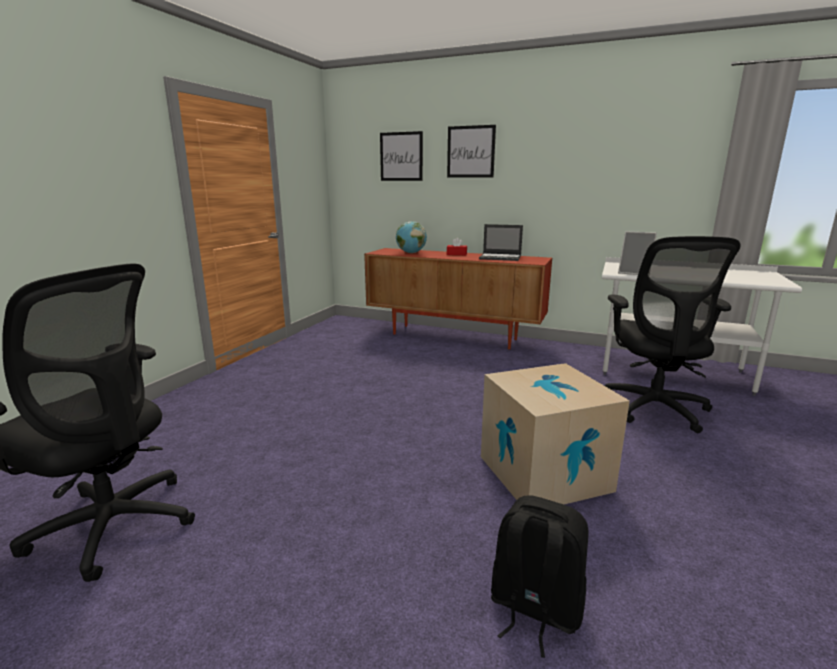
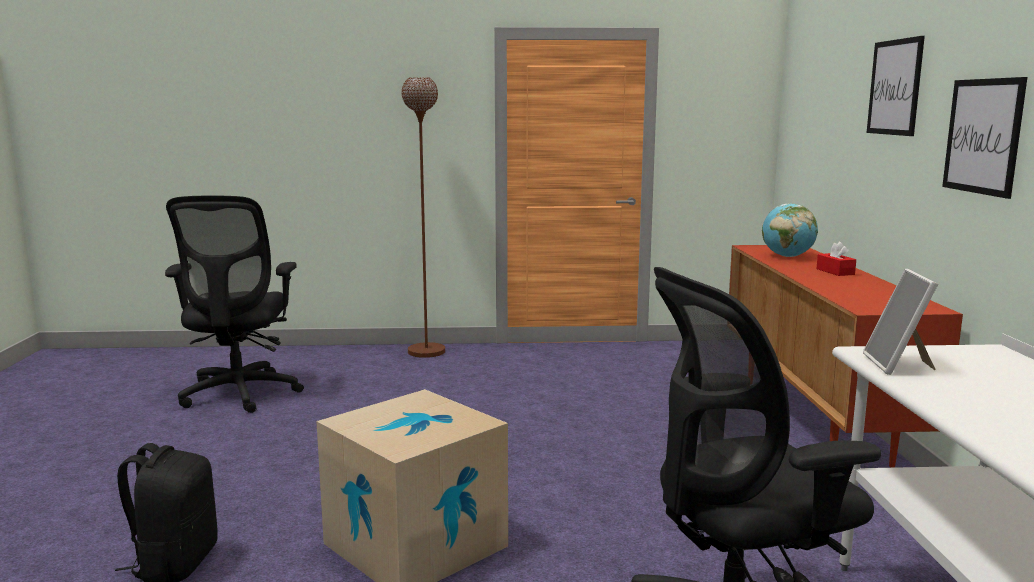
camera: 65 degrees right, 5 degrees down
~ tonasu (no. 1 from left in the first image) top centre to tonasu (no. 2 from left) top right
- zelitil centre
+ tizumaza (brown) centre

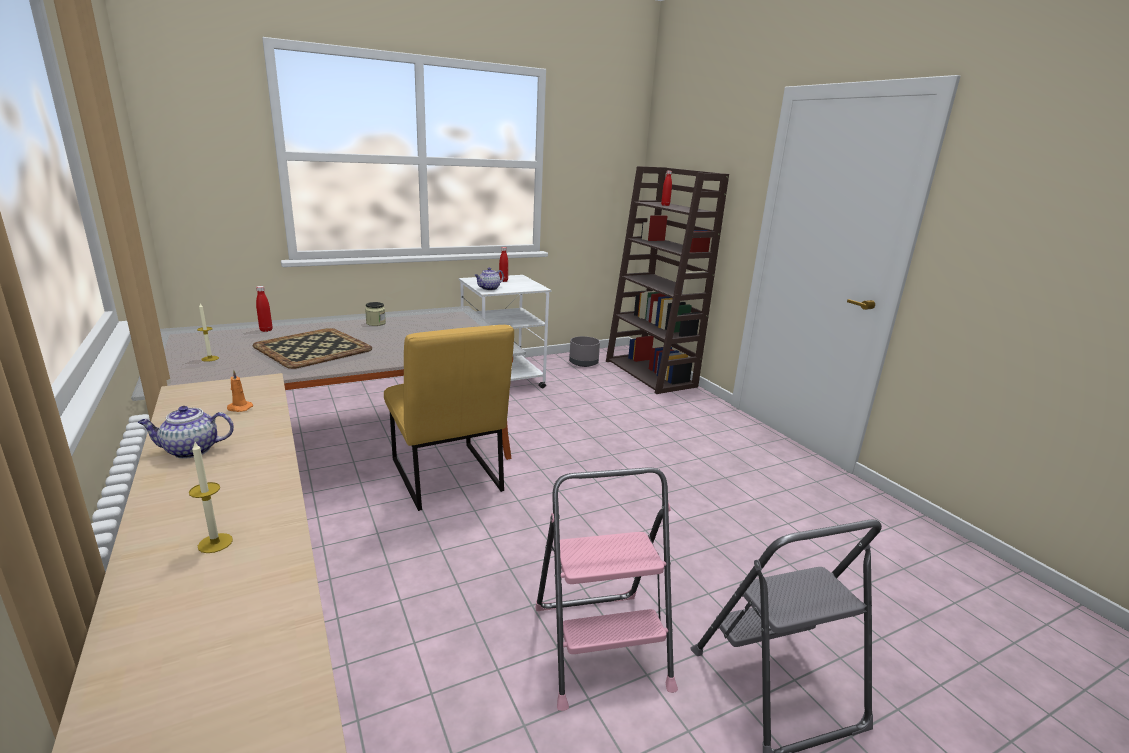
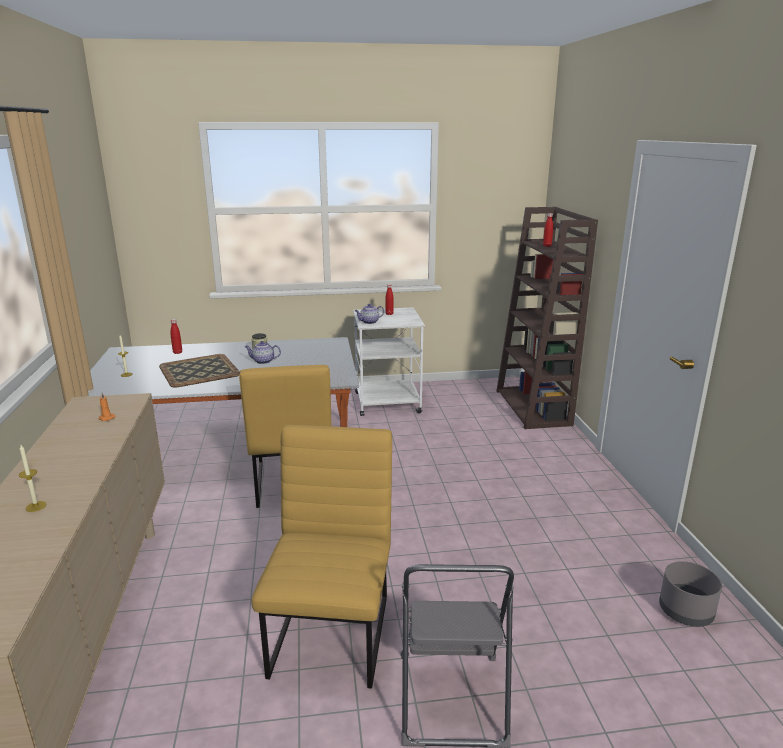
camera: 20 degrees right, 0 degrees up
~ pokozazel (no. 1 from left) middle left to centre
~ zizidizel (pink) bottom centre to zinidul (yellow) (no. 2 from left) bottom centre
~ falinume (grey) centre to bottom right

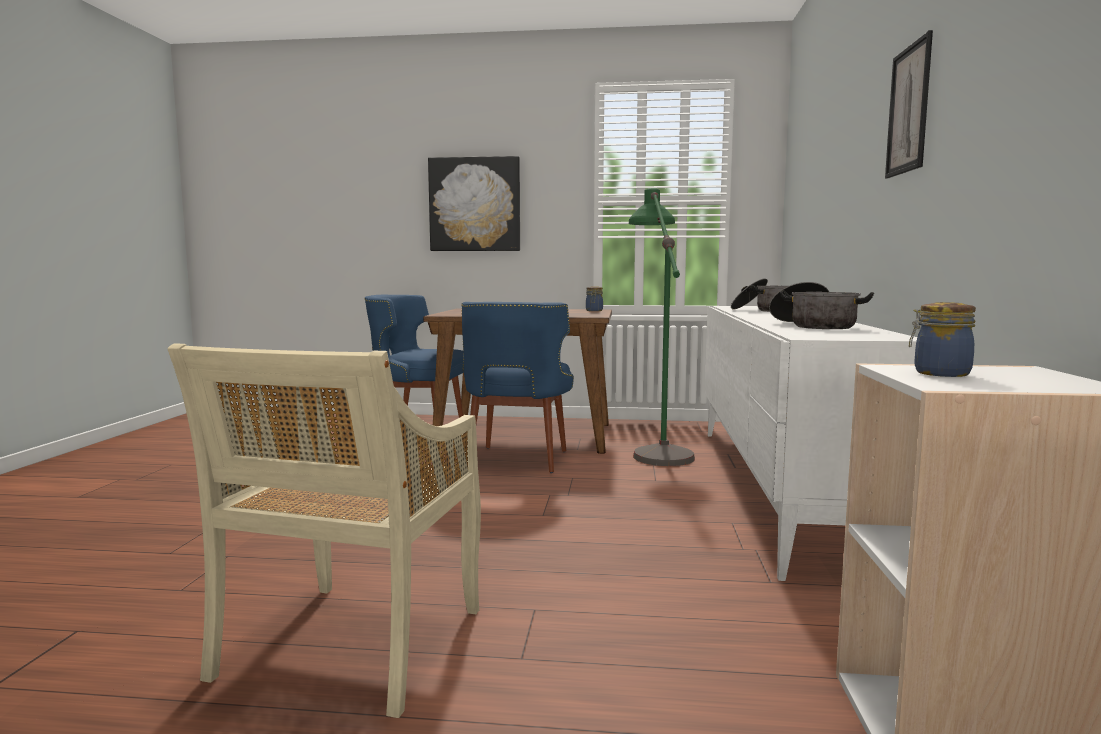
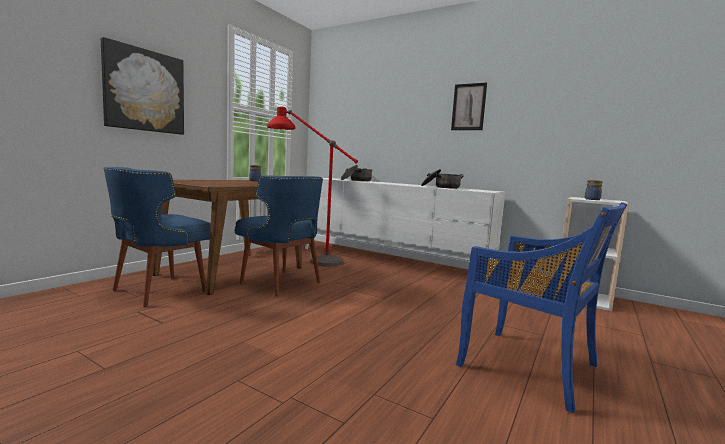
camera: 65 degrees left, 0 degrees up
~ zinidul (beige) bottom left to zinidul (blue) (no. 3 from left) bottom right
~ tizumaza (green) centre to tizumaza (red) centre

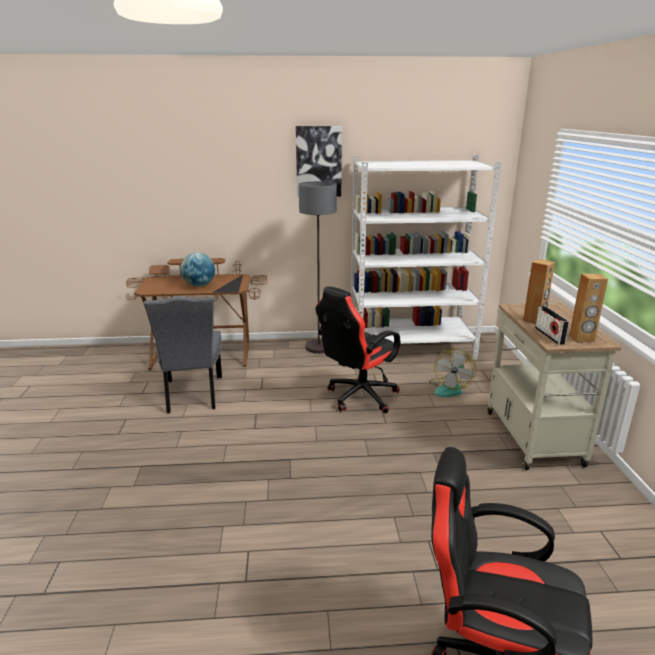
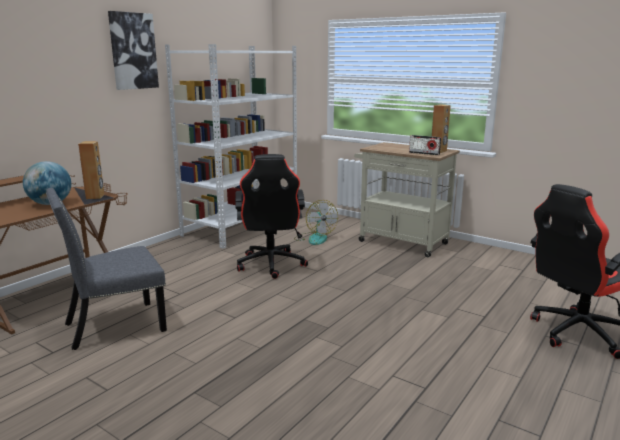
camera: 50 degrees left, 5 degrees down
~ zinidul (grey) middle left = middle left 120 degrees clockwise
- tizumaza (grey) centre
~ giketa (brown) (no. 1 from left) middle right to middle left

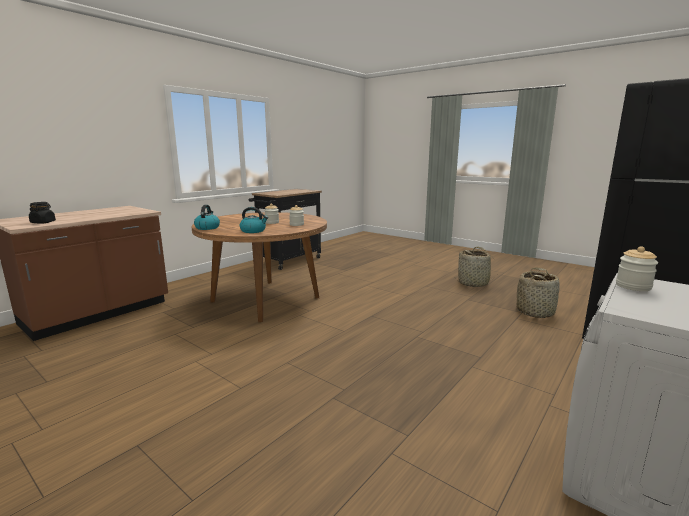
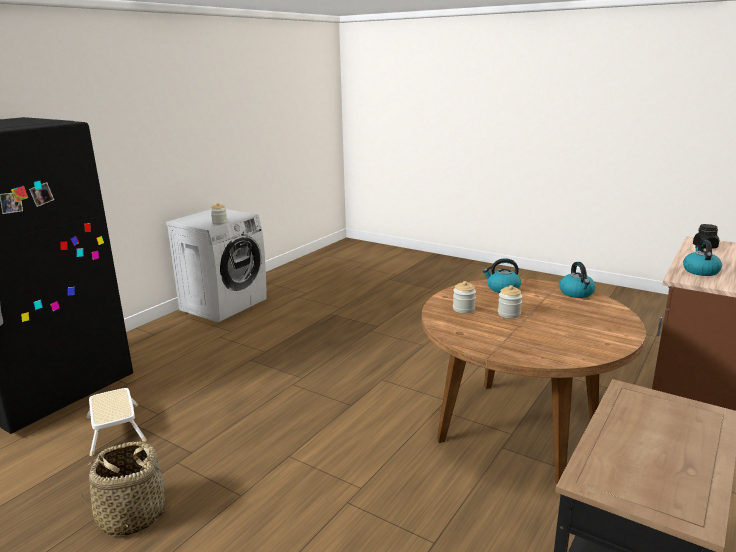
camera: 175 degrees right, 5 degrees up
~ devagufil (no. 2 from left) middle right to zizidizel (beige) bottom left
+ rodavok (no. 3 from left) middle right

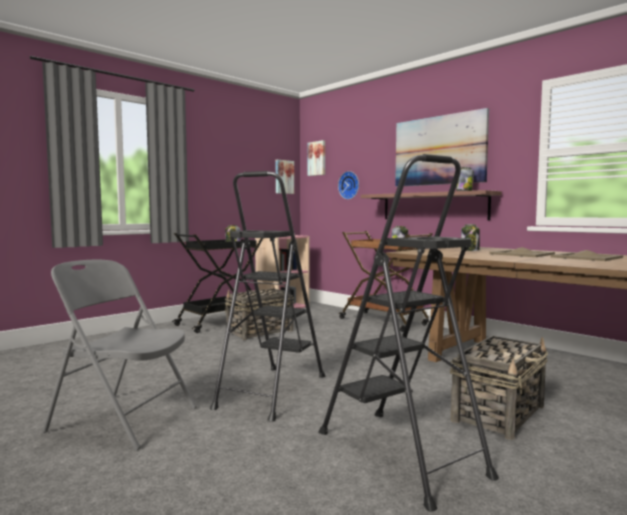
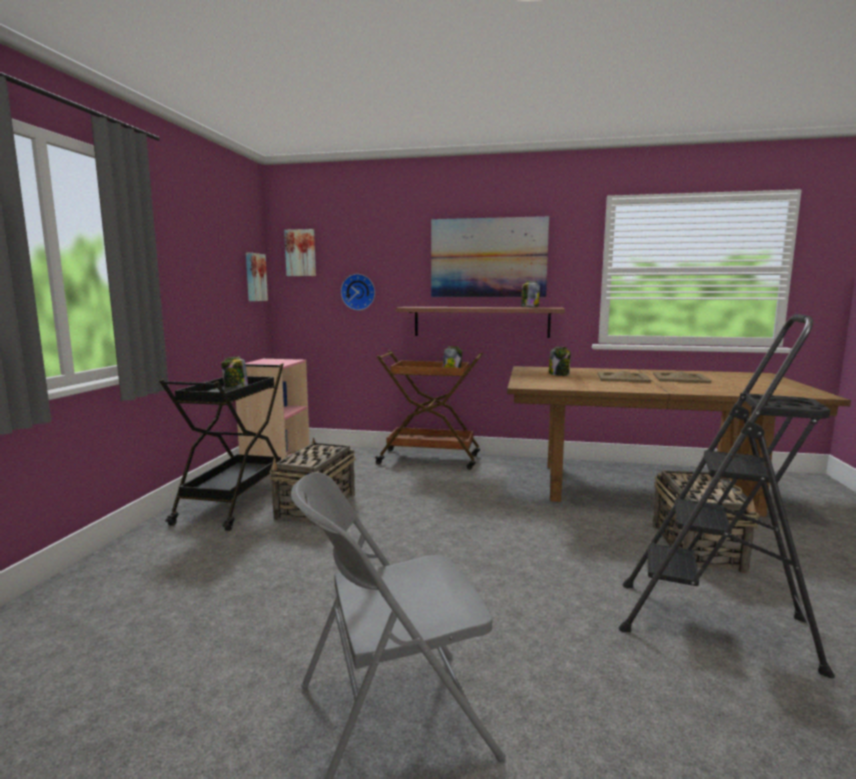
camera: 35 degrees left, 5 degrees up
- zizidizel (no. 1 from left) centre

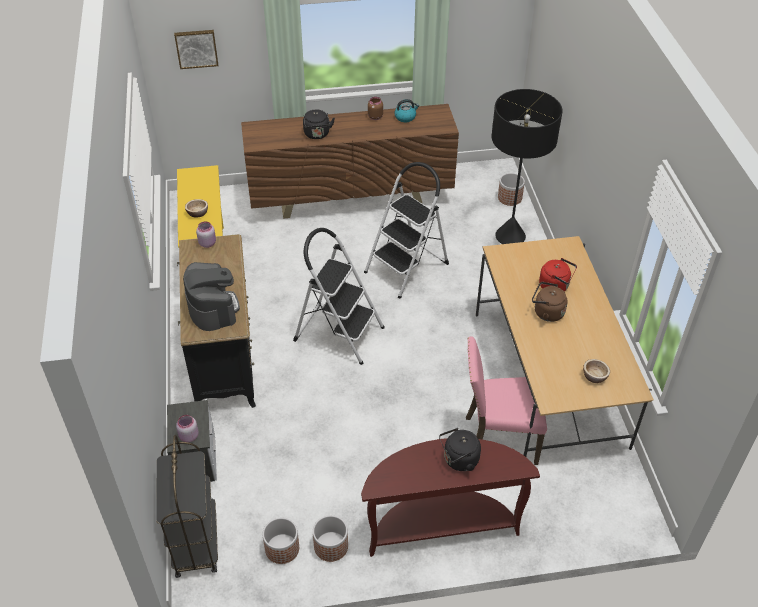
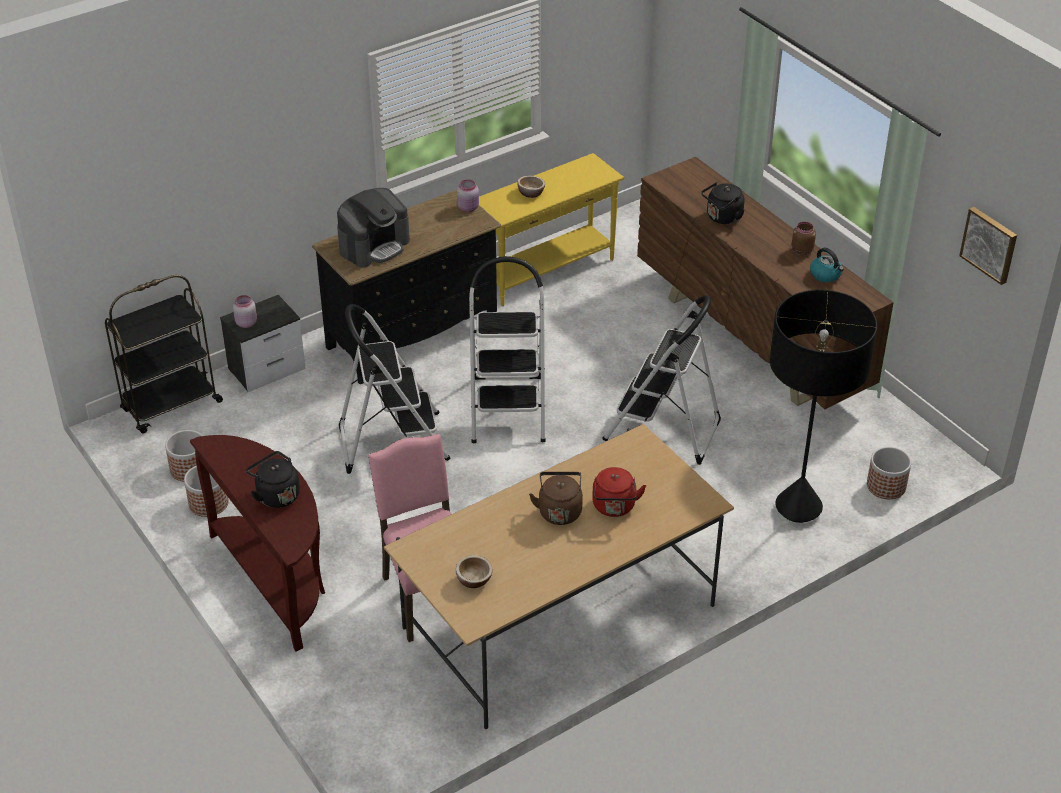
camera: 65 degrees right, 5 degrees down
~ tonasu top left to top right
+ zizidizel (no. 1 from left) centre

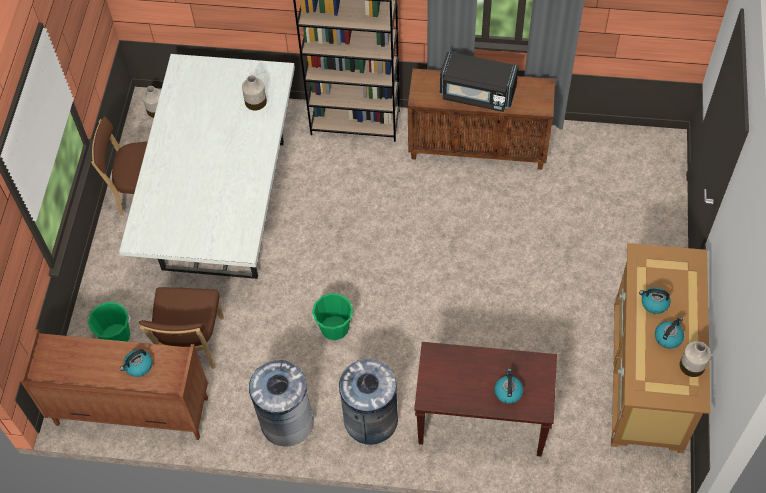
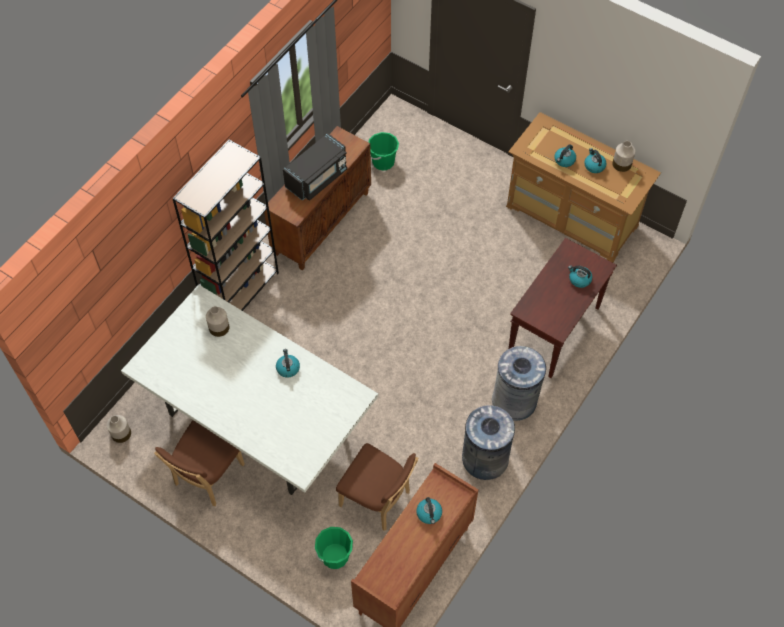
camera: 65 degrees left, 0 degrees up
~ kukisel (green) (no. 2 from left) centre to top centre
+ rodavok (no. 1 from left) centre

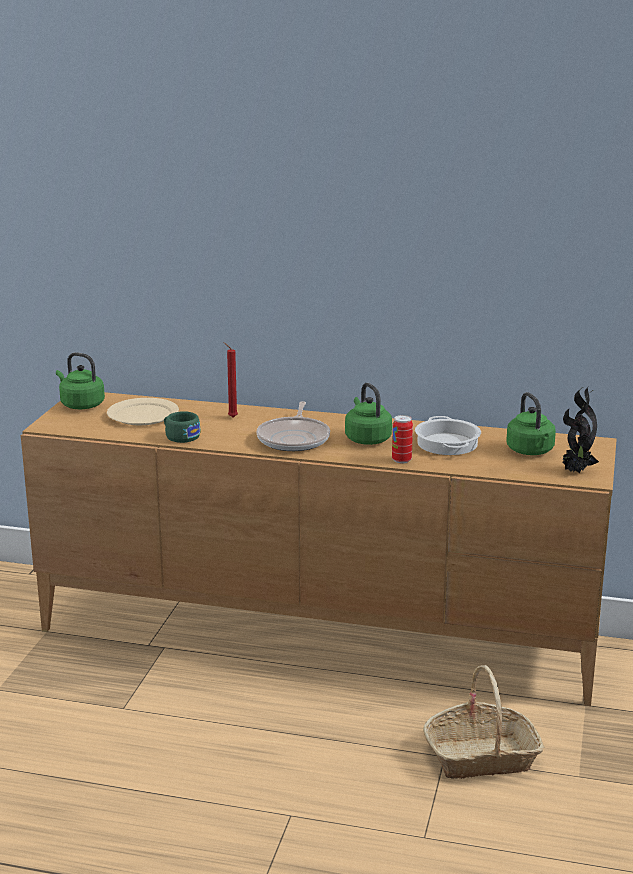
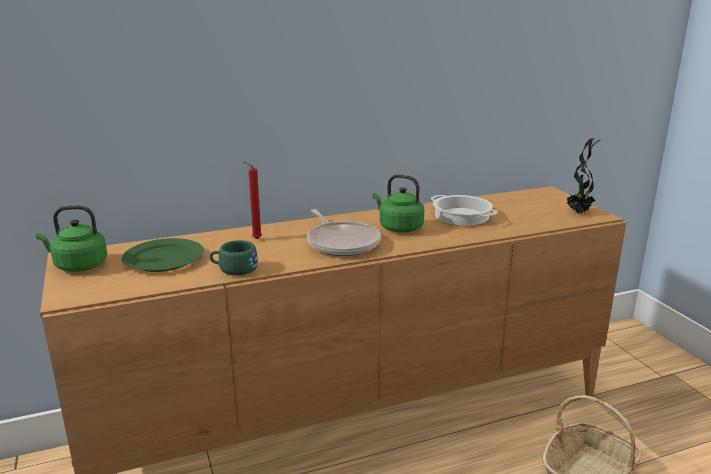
camera: 35 degrees left, 0 degrees up
~ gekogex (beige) middle left to gekogex (green) middle left
- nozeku centre
- rodavok (green) (no. 3 from left) middle right

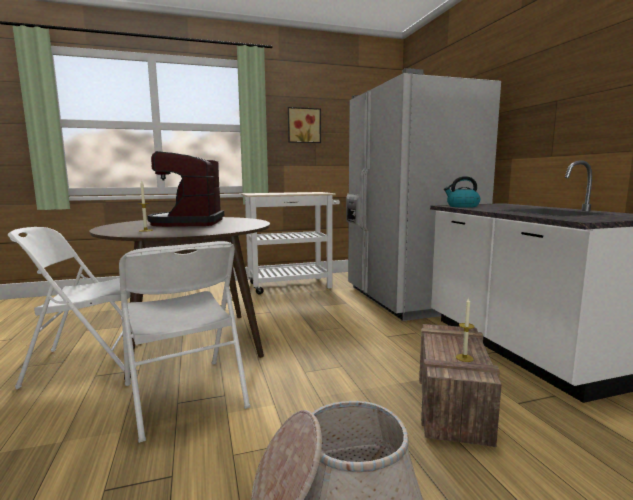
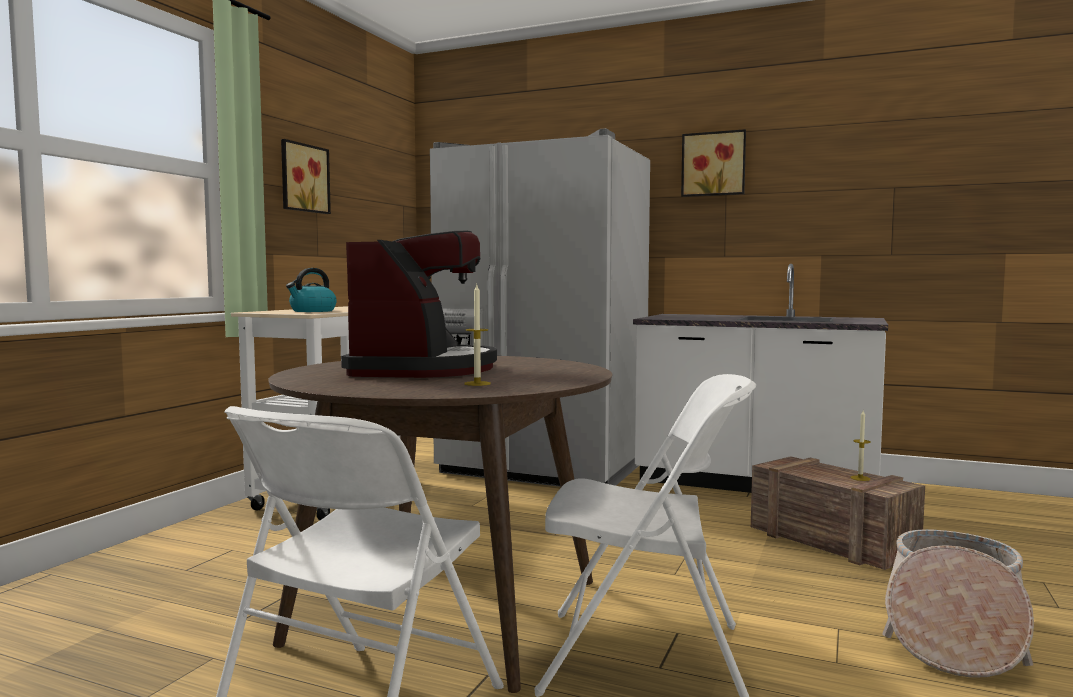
camera: 50 degrees left, 5 degrees down
~ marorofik middle left = centre 120 degrees counterclockwise
~ rodavok middle right to middle left
+ tonasu (no. 2 from left) top centre

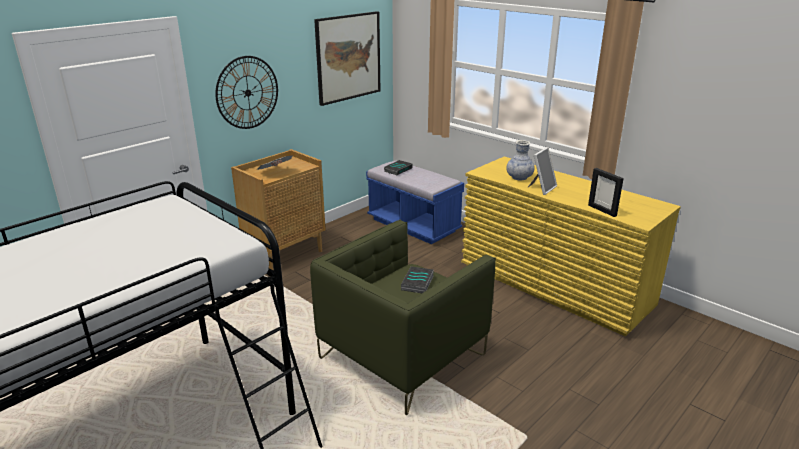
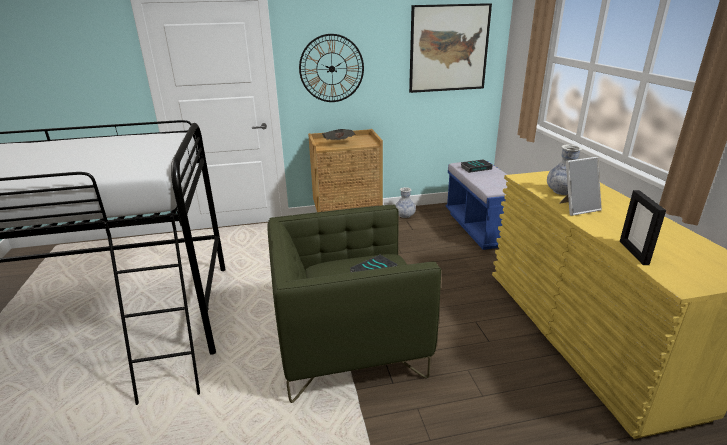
camera: 35 degrees right, 0 degrees up
+ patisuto (no. 1 from left) centre

